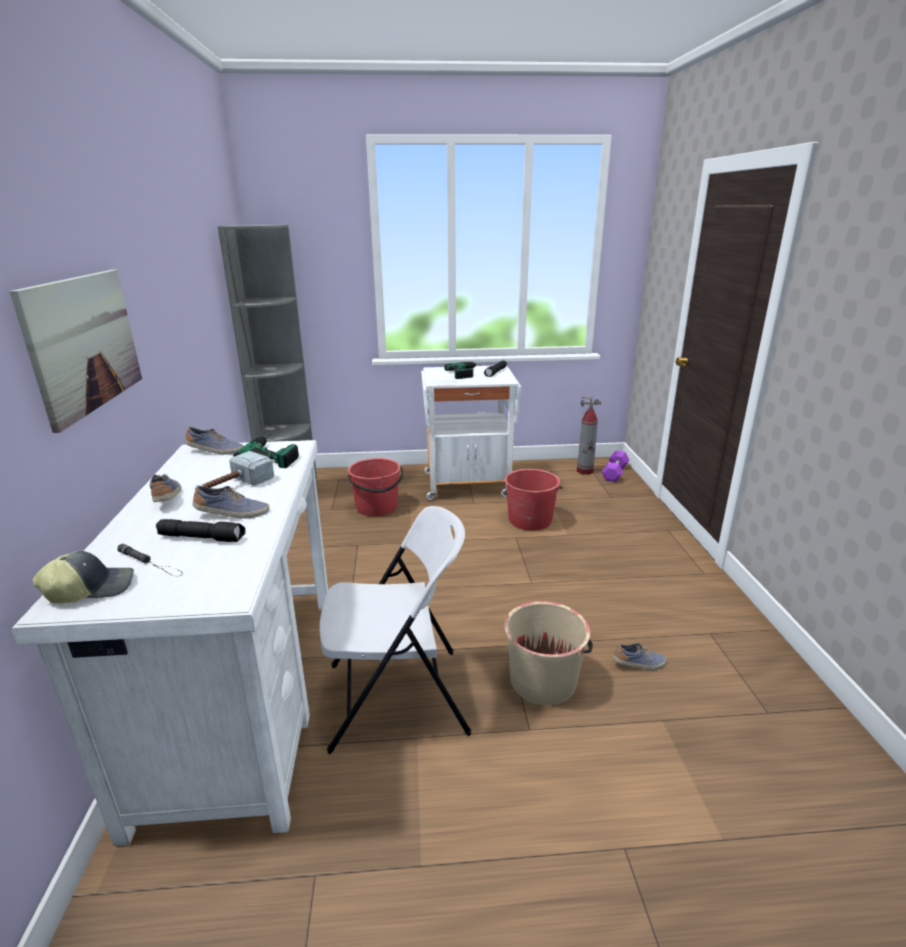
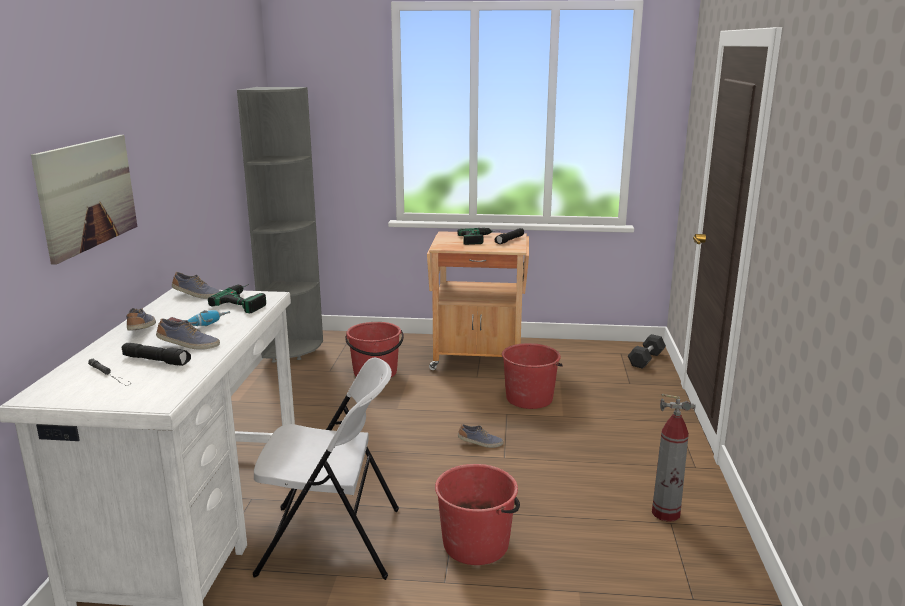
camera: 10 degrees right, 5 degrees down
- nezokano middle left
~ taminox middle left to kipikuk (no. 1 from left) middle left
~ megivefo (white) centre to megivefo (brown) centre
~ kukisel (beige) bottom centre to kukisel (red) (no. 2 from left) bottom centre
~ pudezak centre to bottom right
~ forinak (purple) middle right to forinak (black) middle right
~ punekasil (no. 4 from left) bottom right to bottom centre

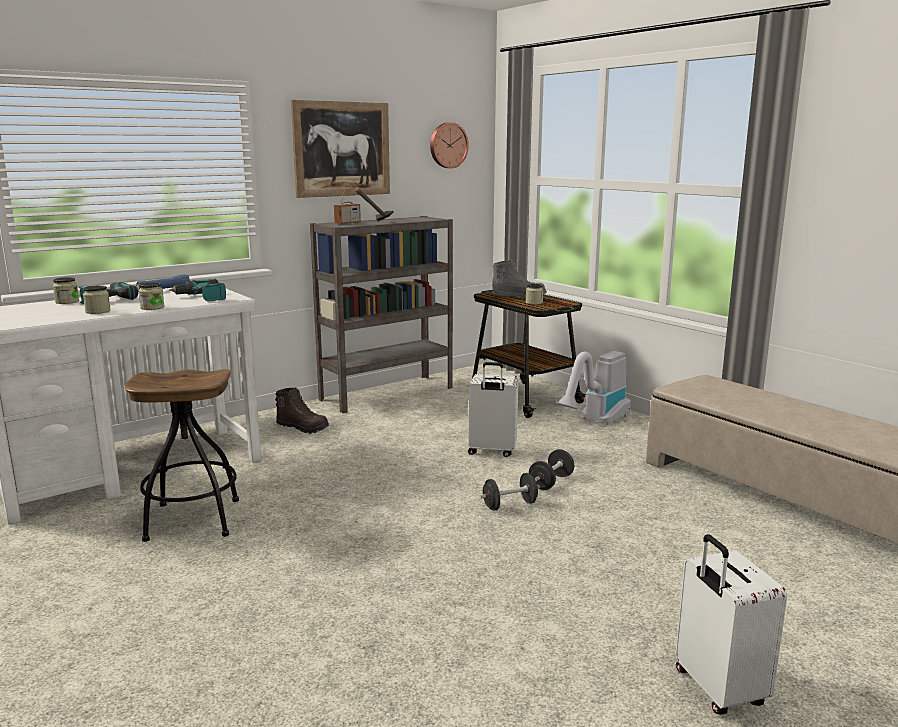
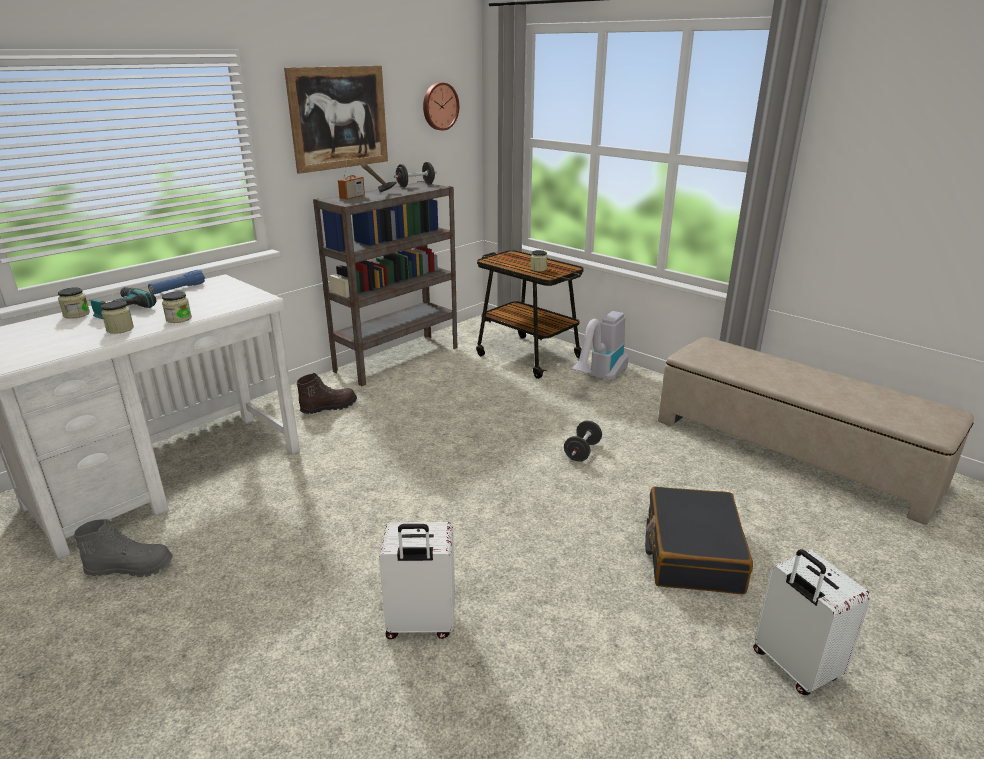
camera: 10 degrees left, 10 degrees up
- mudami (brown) middle left
- kipikuk (no. 2 from left) middle left
~ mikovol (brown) centre = middle left 45 degrees counterclockwise
~ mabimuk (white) (no. 1 from left) centre to bottom centre
~ forinak (black) (no. 1 from left) bottom centre to top centre
~ mikovol (grey) centre to bottom left
+ mabimuk (black) bottom right

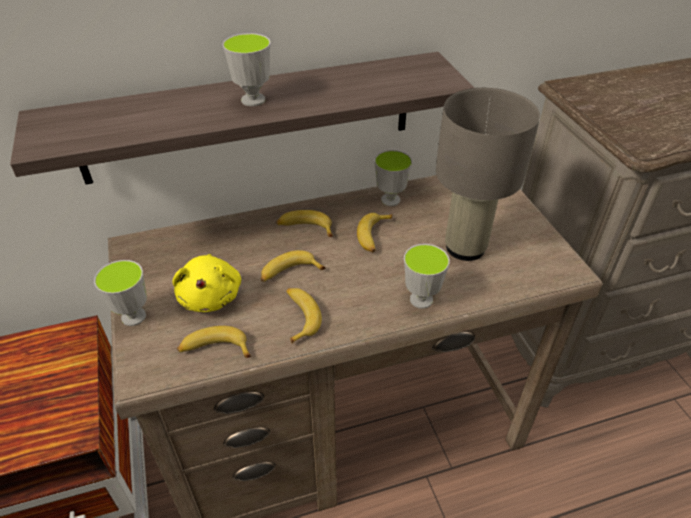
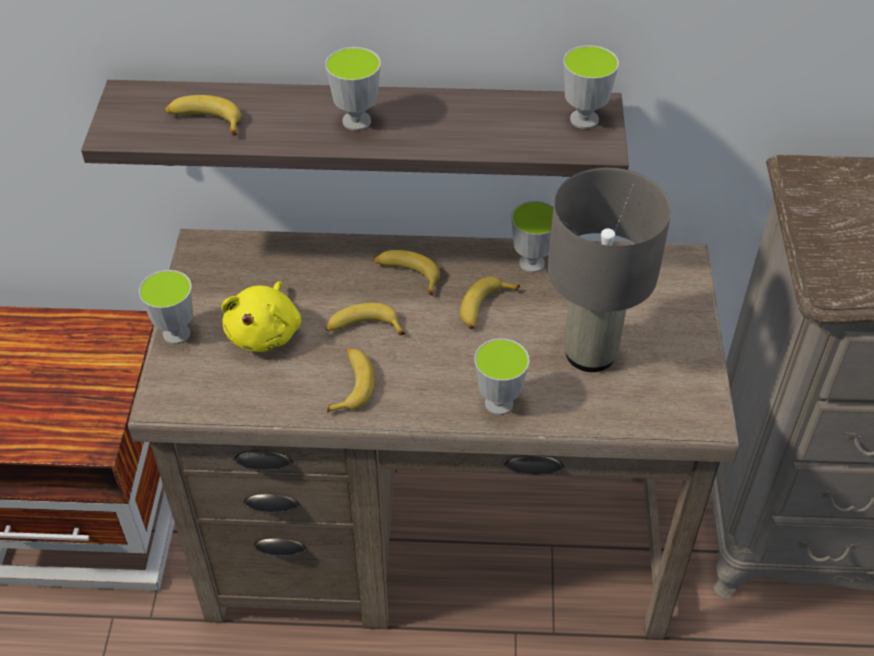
camera: 20 degrees right, 5 degrees up
~ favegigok (no. 1 from left) middle left to top left
+ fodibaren (no. 5 from left) top right

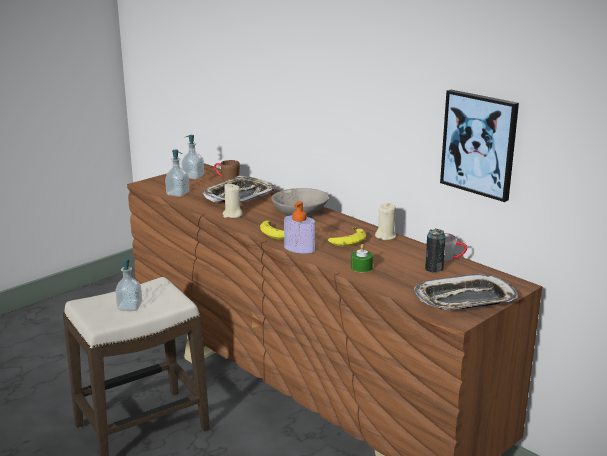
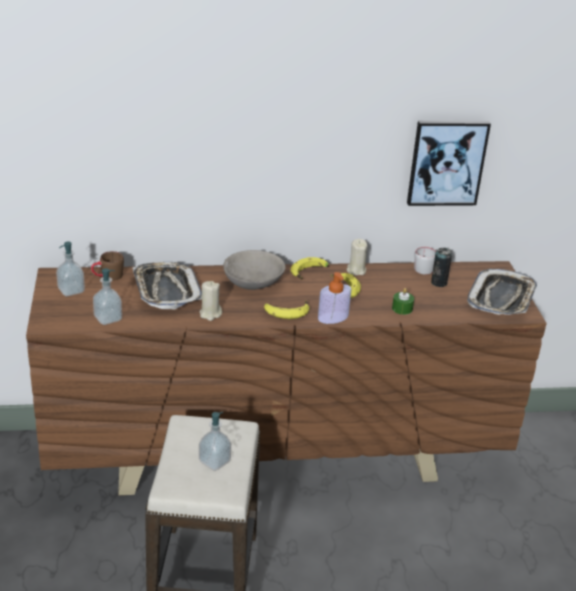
camera: 55 degrees left, 10 degrees up
+ favegigok (no. 2 from left) centre

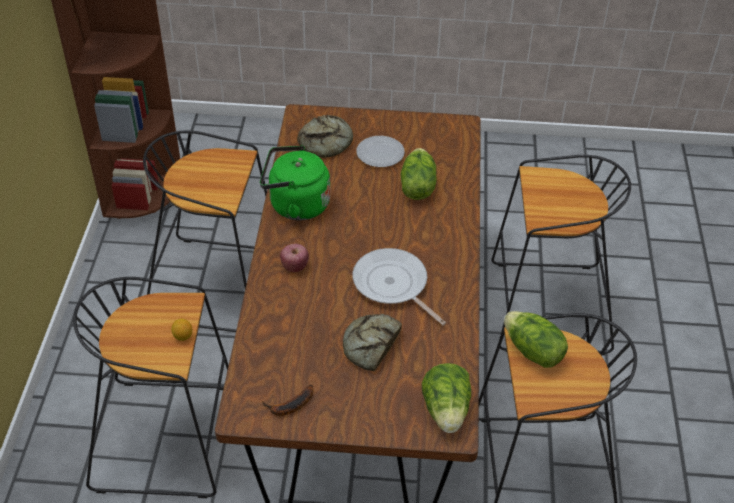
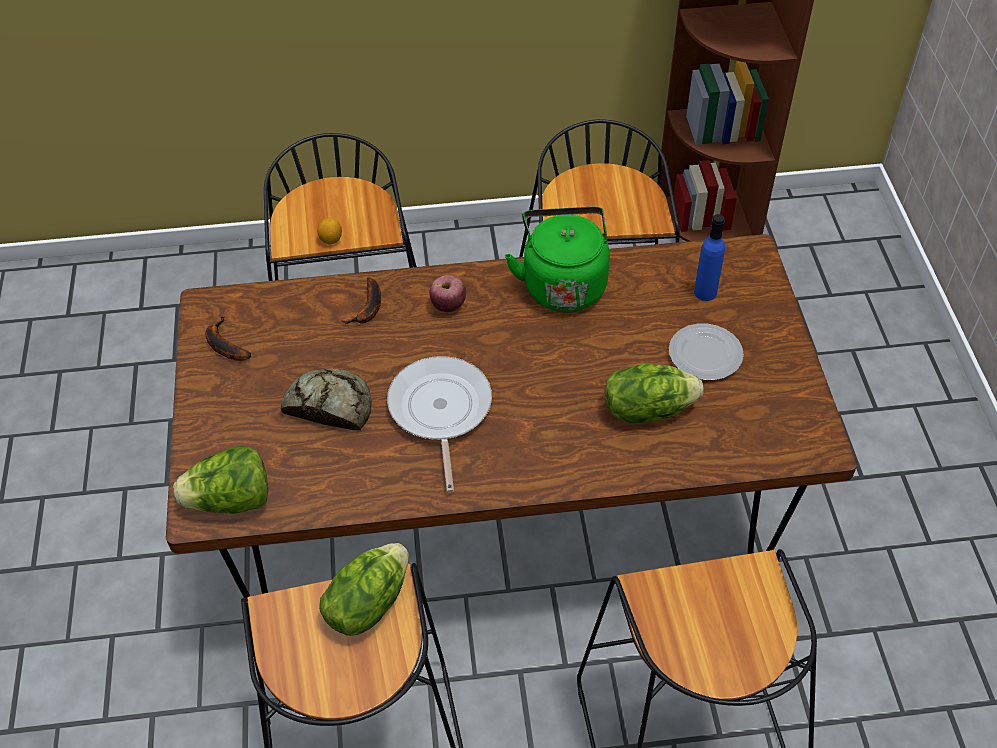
camera: 80 degrees right, 5 degrees up
~ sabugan (no. 1 from left) top centre to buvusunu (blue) middle right
~ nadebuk centre = centre 45 degrees counterclockwise
+ favegigok (no. 2 from left) centre

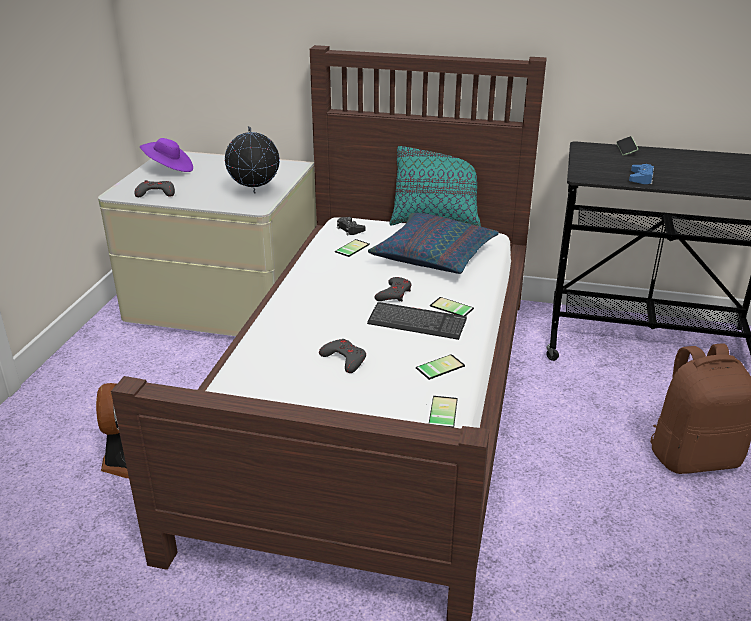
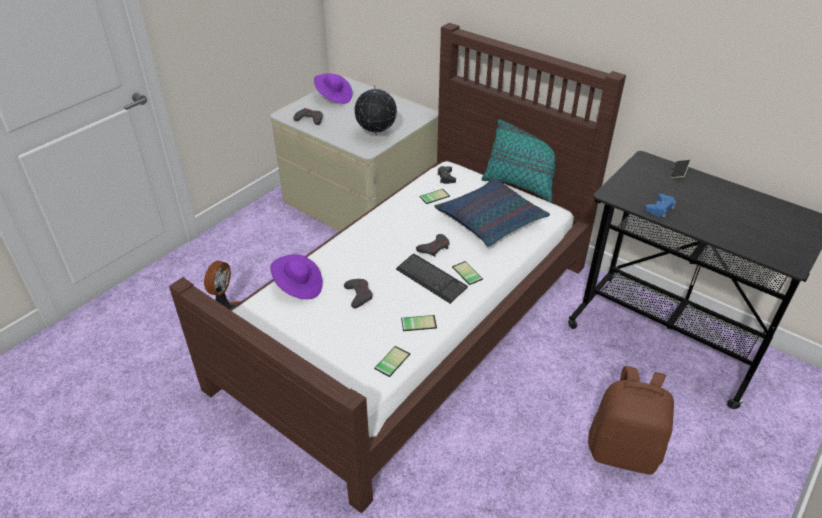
camera: 25 degrees right, 10 degrees up
+ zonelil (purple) (no. 1 from left) centre

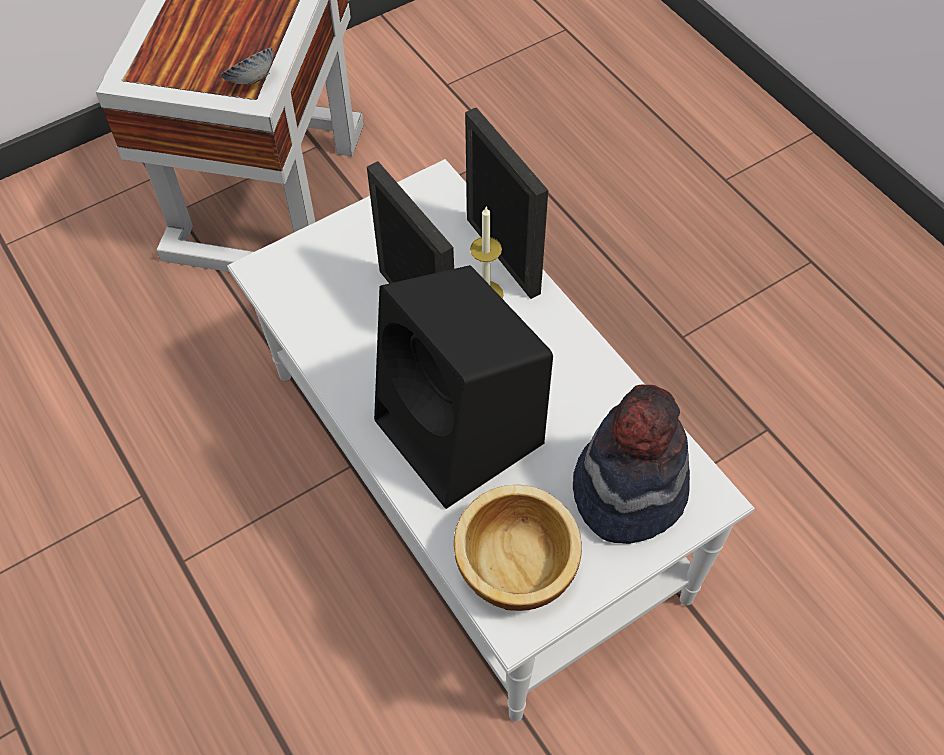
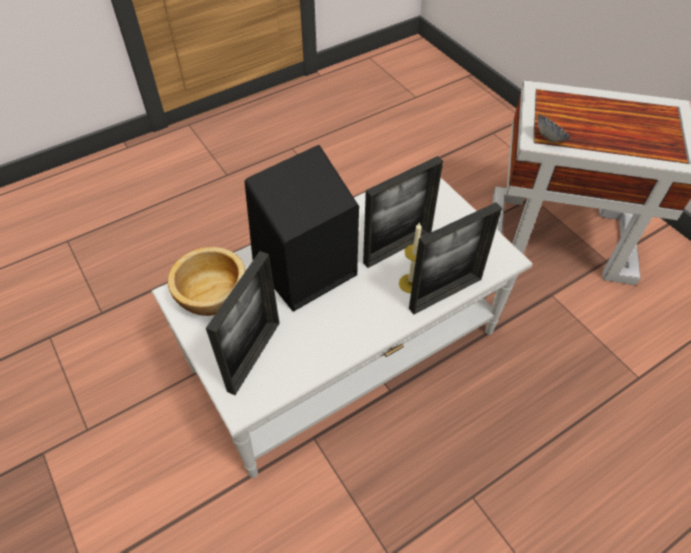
camera: 90 degrees right, 5 degrees down
~ zonelil middle right to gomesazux (no. 1 from left) centre

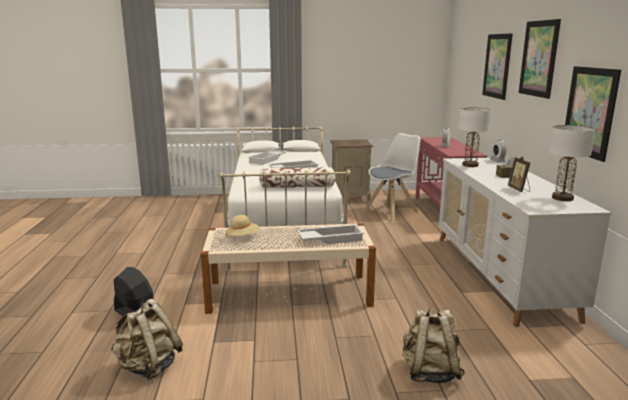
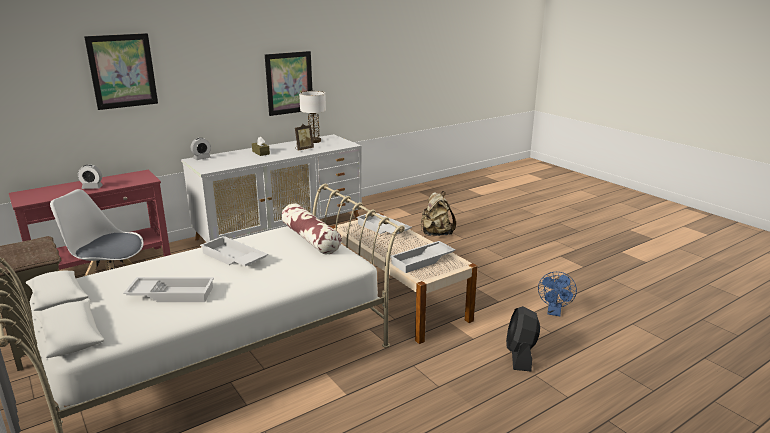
camera: 120 degrees left, 5 degrees up
~ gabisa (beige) (no. 1 from left) bottom left to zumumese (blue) bottom right
~ zonelil (beige) centre to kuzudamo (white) (no. 4 from left) centre
- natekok (no. 1 from left) middle right
- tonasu (no. 2 from left) top right

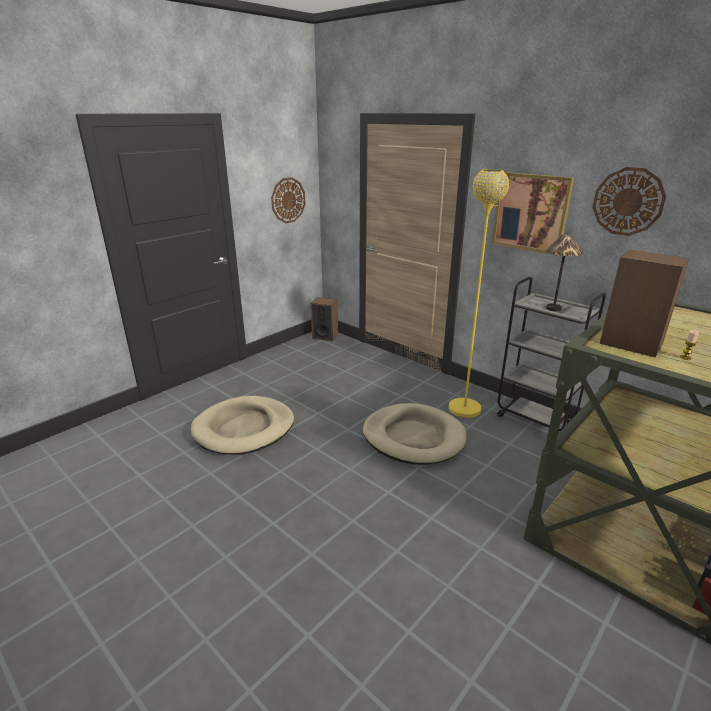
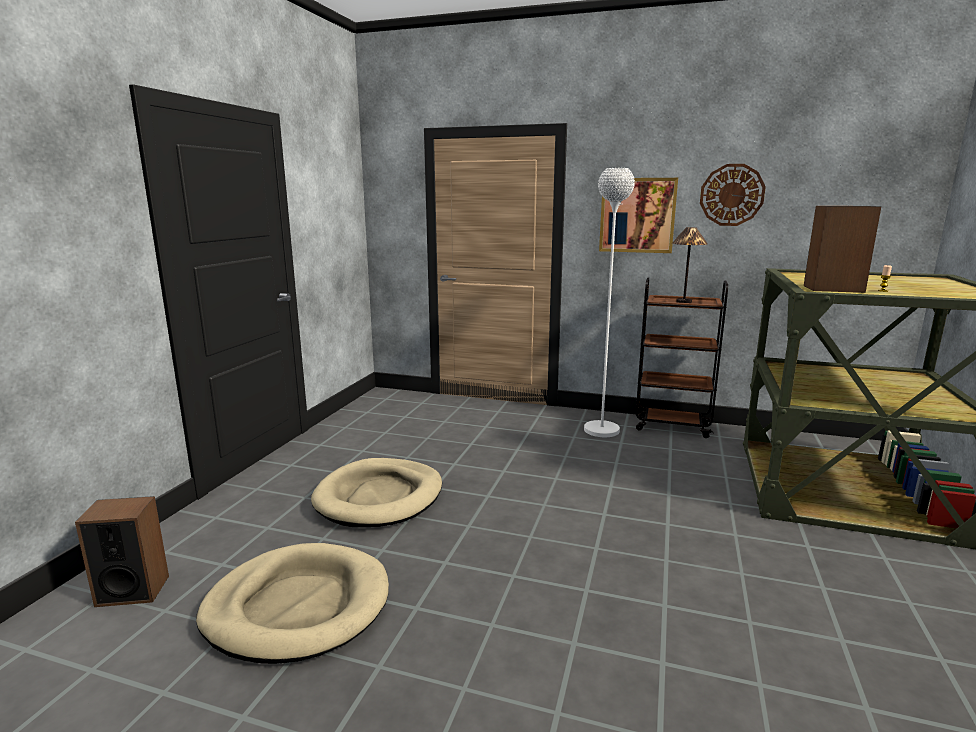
camera: 25 degrees left, 10 degrees down
- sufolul (no. 1 from left) top centre
~ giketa (no. 1 from left) centre to bottom left
~ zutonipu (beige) (no. 2 from left in the first image) centre to zutonipu (beige) (no. 1 from left) bottom left
~ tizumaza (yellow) middle right to tizumaza (white) centre
~ megivefo (grey) middle right to megivefo (brown) middle right

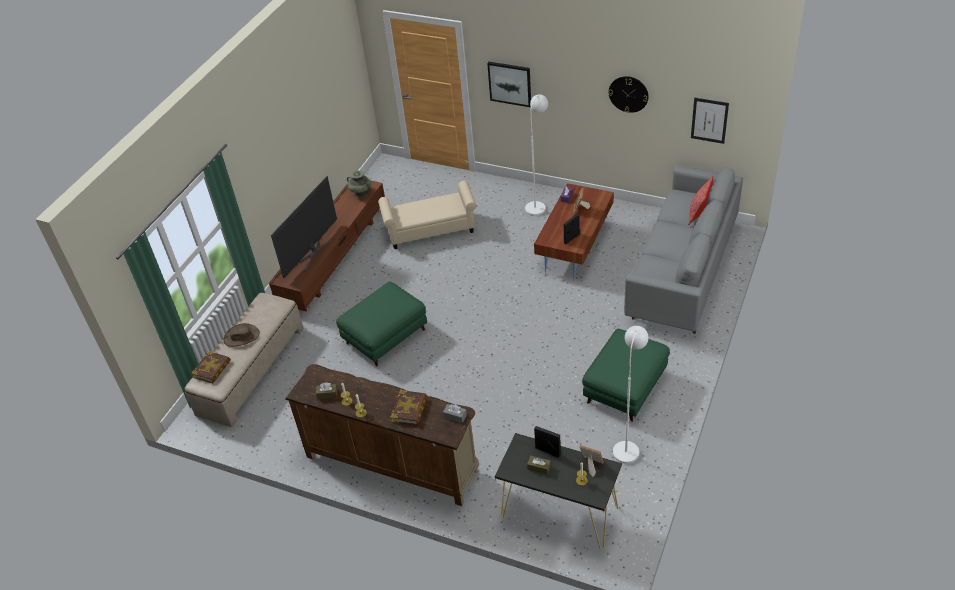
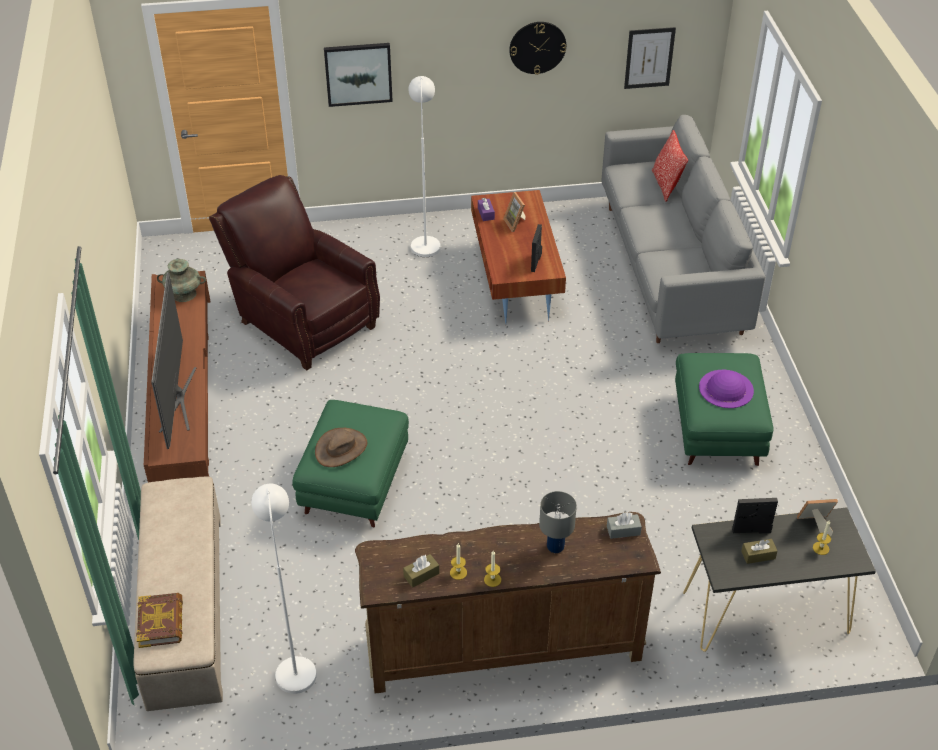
camera: 35 degrees left, 0 degrees up
~ zonelil (brown) middle left to centre
~ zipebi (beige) centre to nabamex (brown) middle left
~ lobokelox (no. 2 from left) bottom centre to natekok (grey) bottom centre
~ tizumaza (white) (no. 2 from left in the first image) bottom centre to tizumaza (white) (no. 1 from left) bottom left
+ zonelil (purple) middle right

